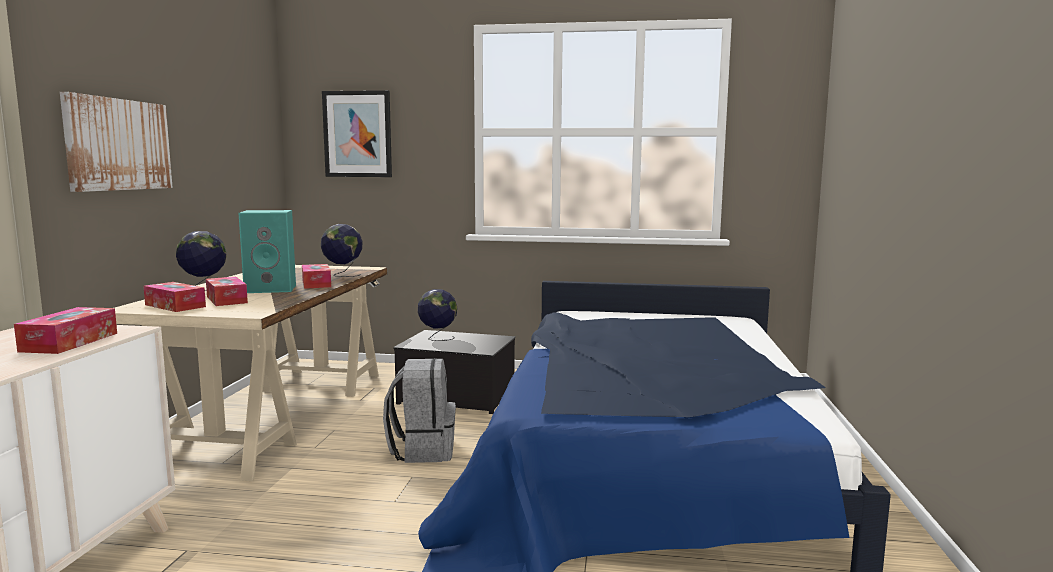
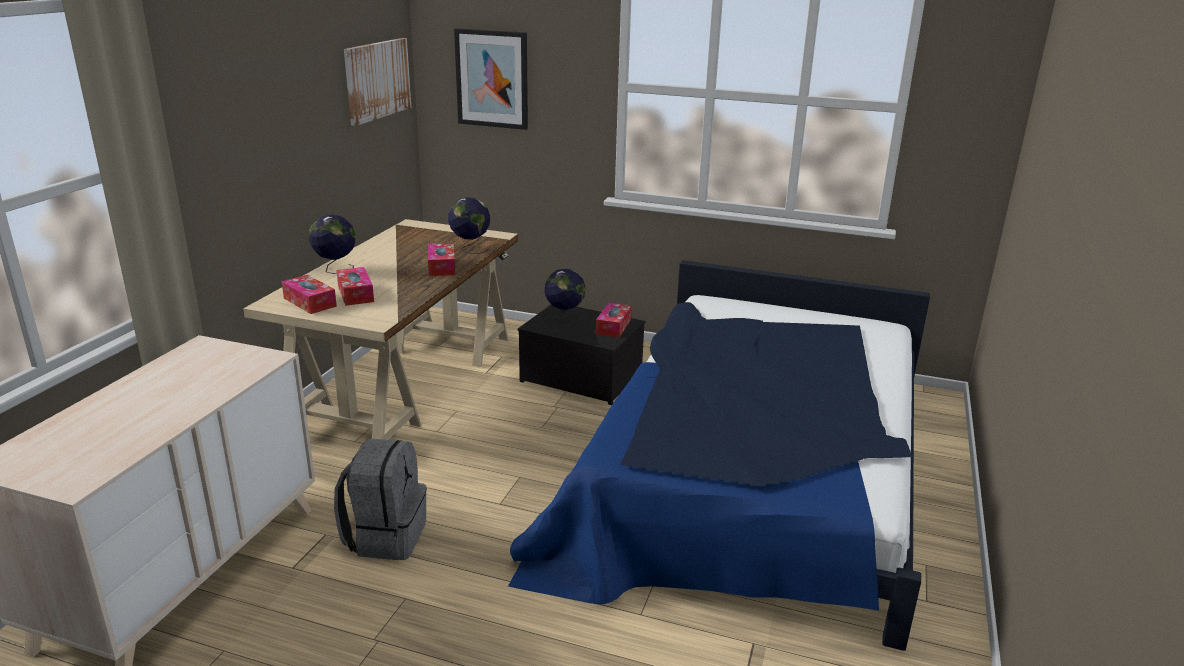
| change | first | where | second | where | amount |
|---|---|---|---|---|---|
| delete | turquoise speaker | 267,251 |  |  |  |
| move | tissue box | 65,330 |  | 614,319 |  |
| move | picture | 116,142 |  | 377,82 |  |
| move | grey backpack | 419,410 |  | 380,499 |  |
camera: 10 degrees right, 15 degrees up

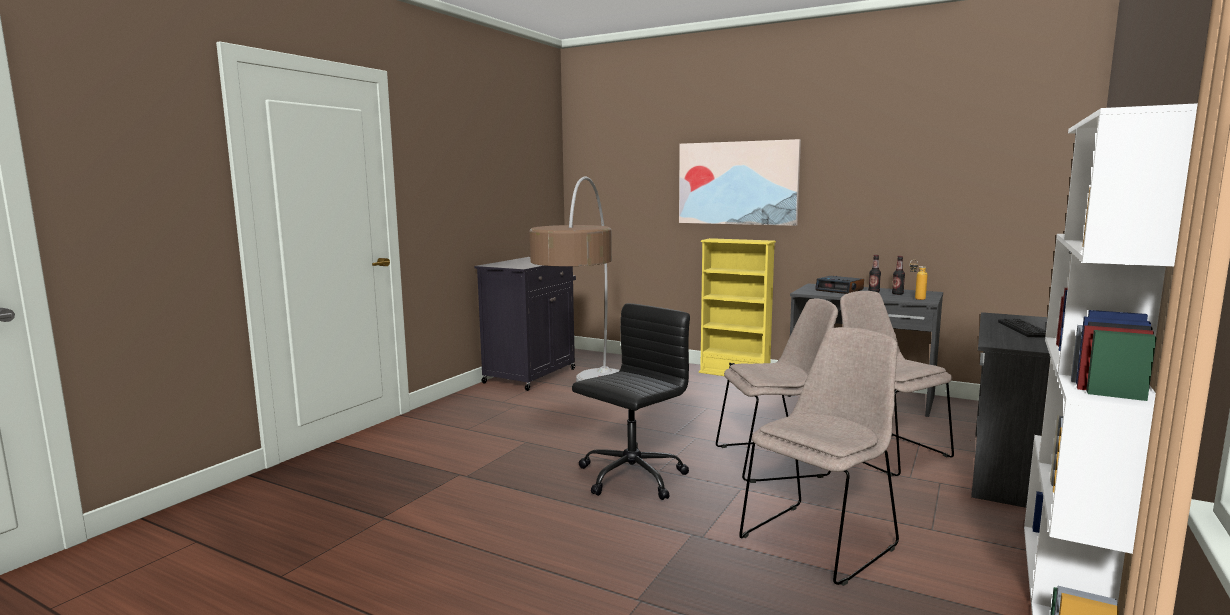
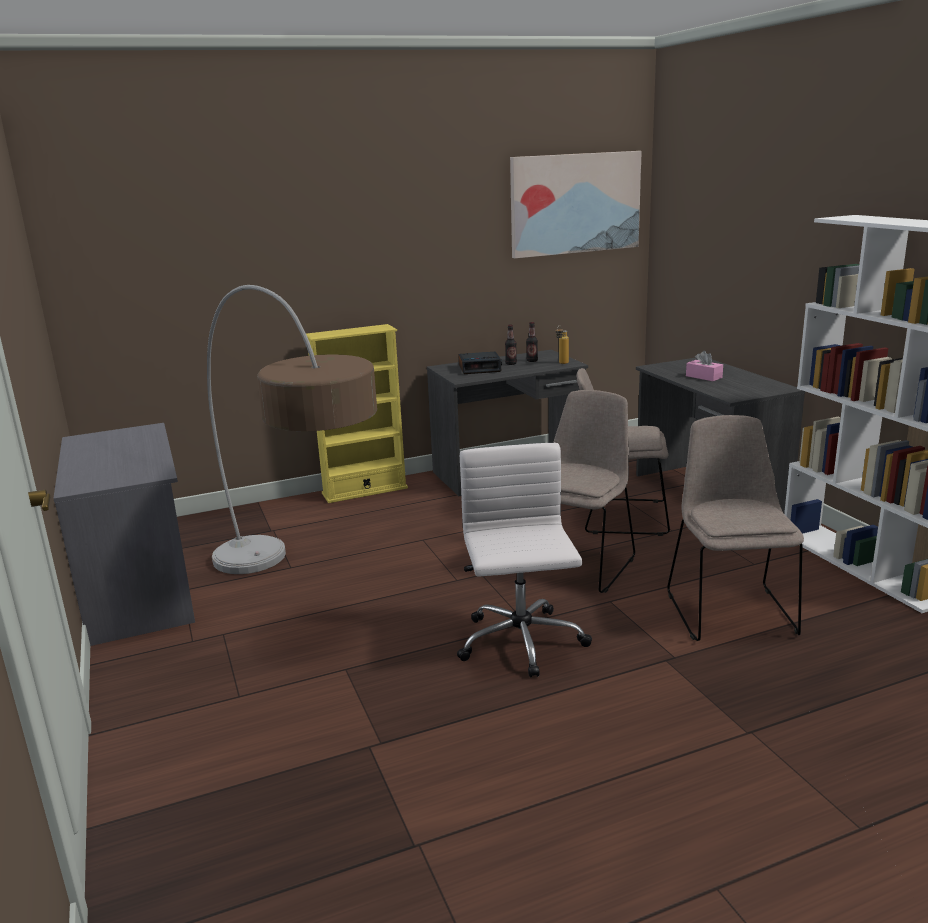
| change | first | where | second | where | amount |
|---|---|---|---|---|---|
| move | picture | 740,182 |  | 576,204 |  |
| replace | black cabinet | 525,324 | grey desk | 124,534 |  |
| replace | keyboard | 1022,328 | pink tissue box | 704,366 |  |
| recolor | black office chair | 631,401 | white office chair | 524,560 |  |
camera: 50 degrees left, 10 degrees up

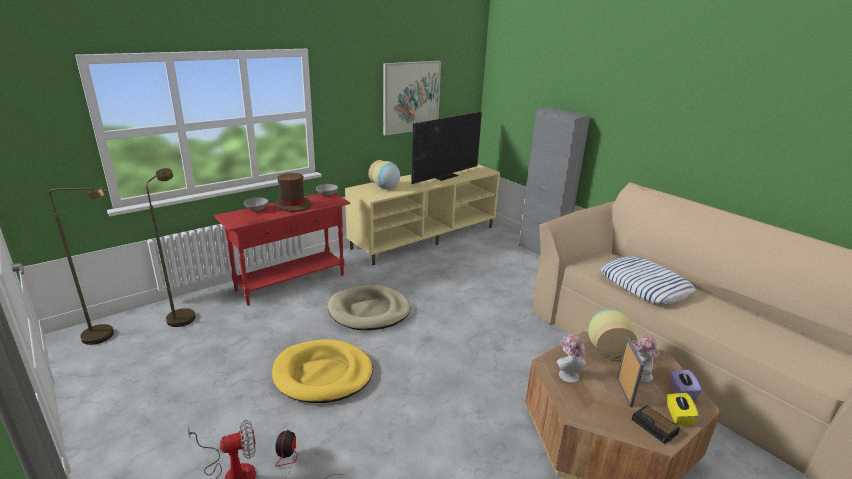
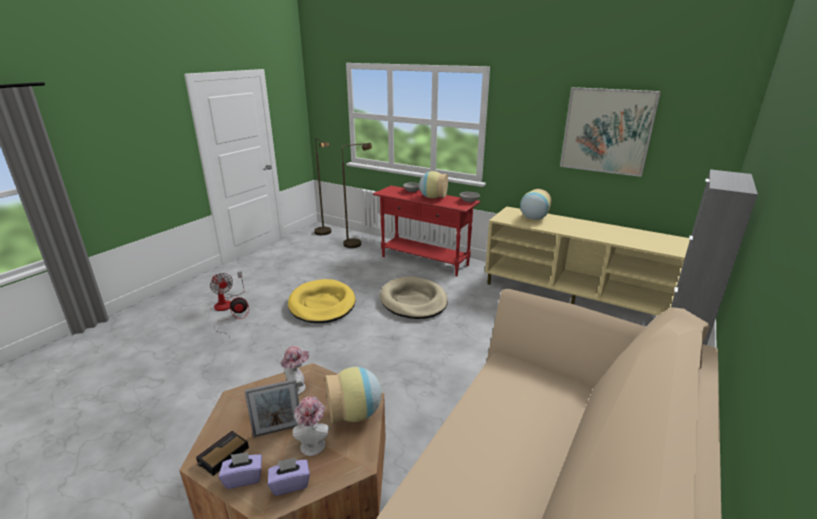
| change | first | where | second | where | amount |
|---|---|---|---|---|---|
| delete | television | 446,148 |  |  |  |
| delete | pillow | 648,280 |  |  |  |
| replace | brown hat | 293,192 | vase | 433,184 |  |
| recolor | yellow tissue box | 683,409 | purple tissue box | 240,470 |  |
camera: 70 degrees right, 0 degrees up

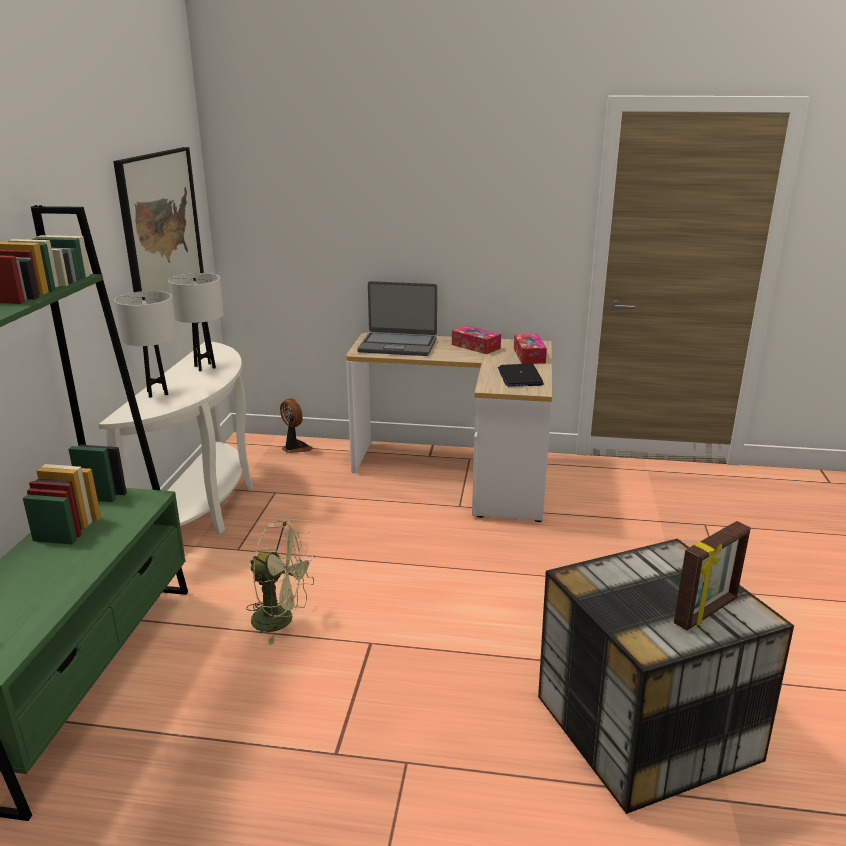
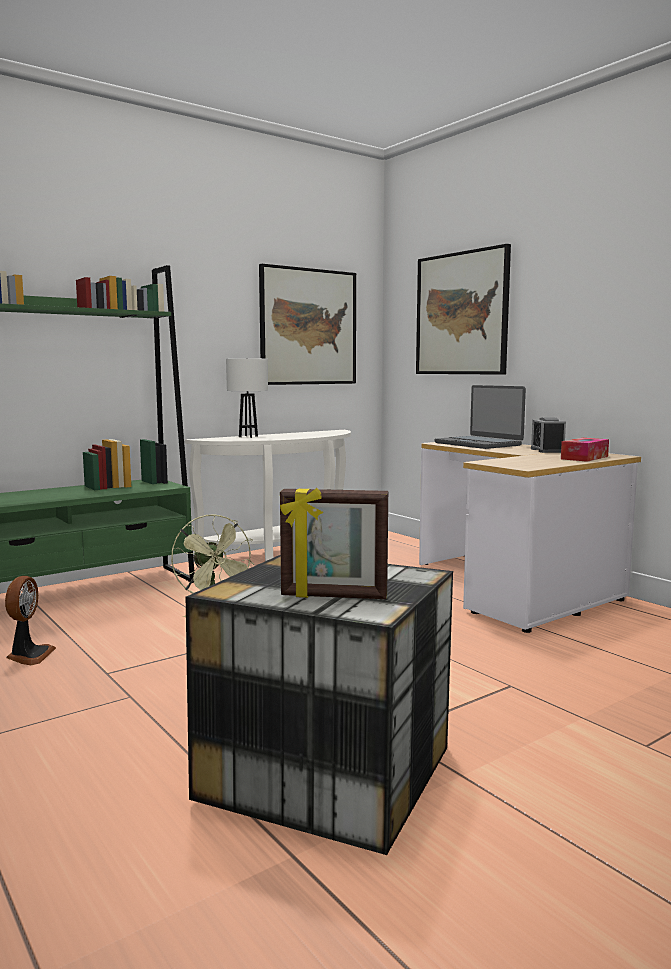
| change | first | where | second | where | amount |
|---|---|---|---|---|---|
| delete | white table lamp | 196,322 |  |  |  |
| delete | laptop | 521,375 |  |  |  |
| insert |  |  | picture | 463,309 |  |
| move | fan | 296,425 |  | 30,620 |  |
| replace | tissue box | 476,339 | alarm clock | 548,435 |  |
camera: 45 degrees right, 15 degrees down

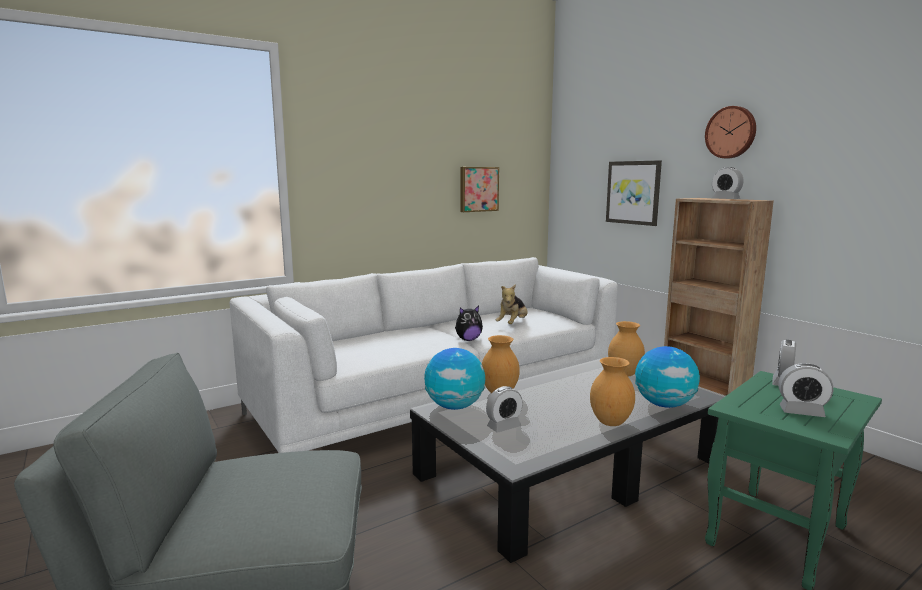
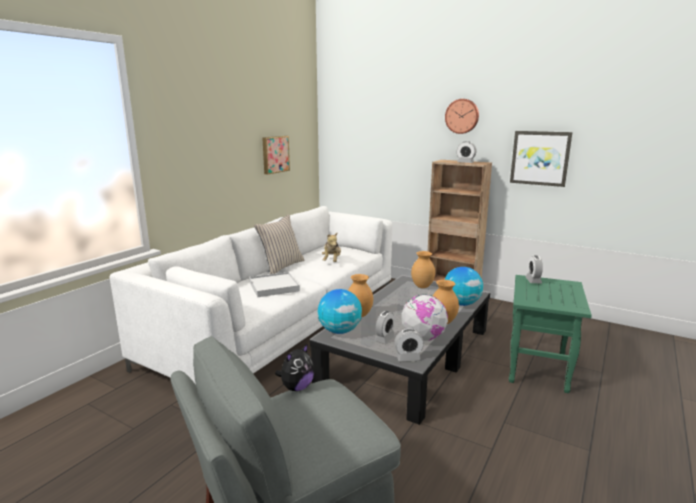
| change | first | where | second | where | amount |
|---|---|---|---|---|---|
| insert |  |  | white tray | 274,284 |  |
| insert |  |  | beige pillow | 279,244 |  |
| insert |  |  | globe | 424,318 |  |
| move | plush toy | 469,323 |  | 295,367 |  |
| move | picture | 634,193 |  | 541,159 |  |
| move | alarm clock | 805,390 |  | 409,345 |  |
camera: 25 degrees left, 5 degrees up

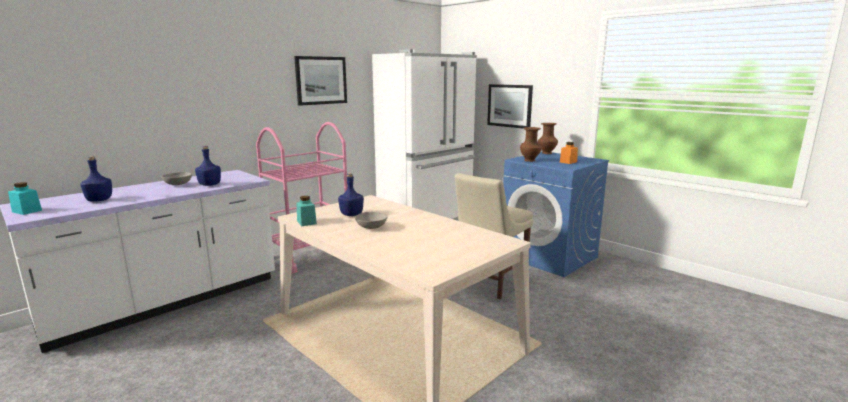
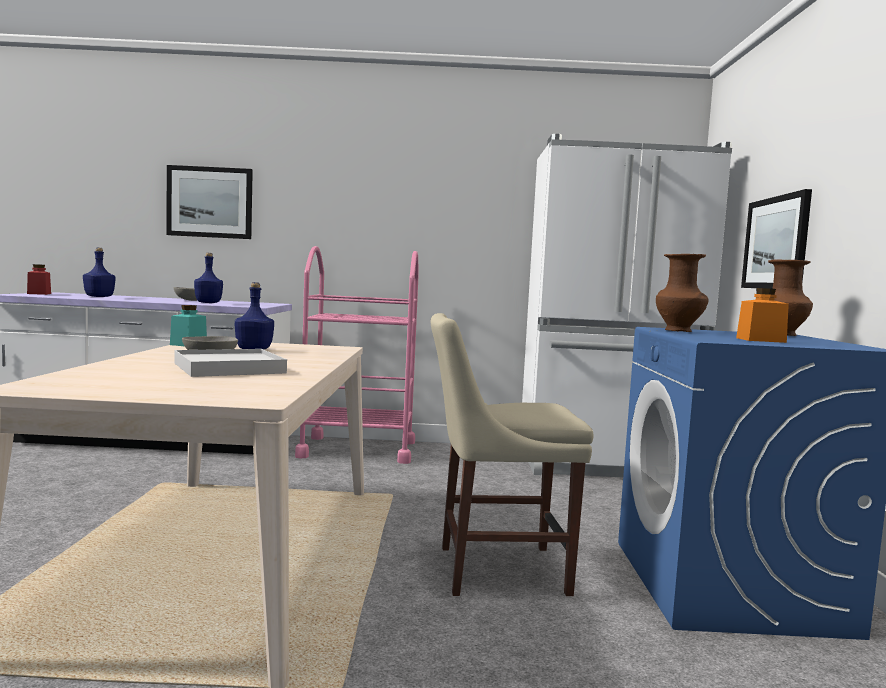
| change | first | where | second | where | amount |
|---|---|---|---|---|---|
| insert |  |  | white tray | 231,363 |  |
| move | picture | 320,81 |  | 209,202 |  |
| recolor | turquoise jar | 25,198 | red jar | 39,279 |  |
camera: 45 degrees right, 10 degrees down

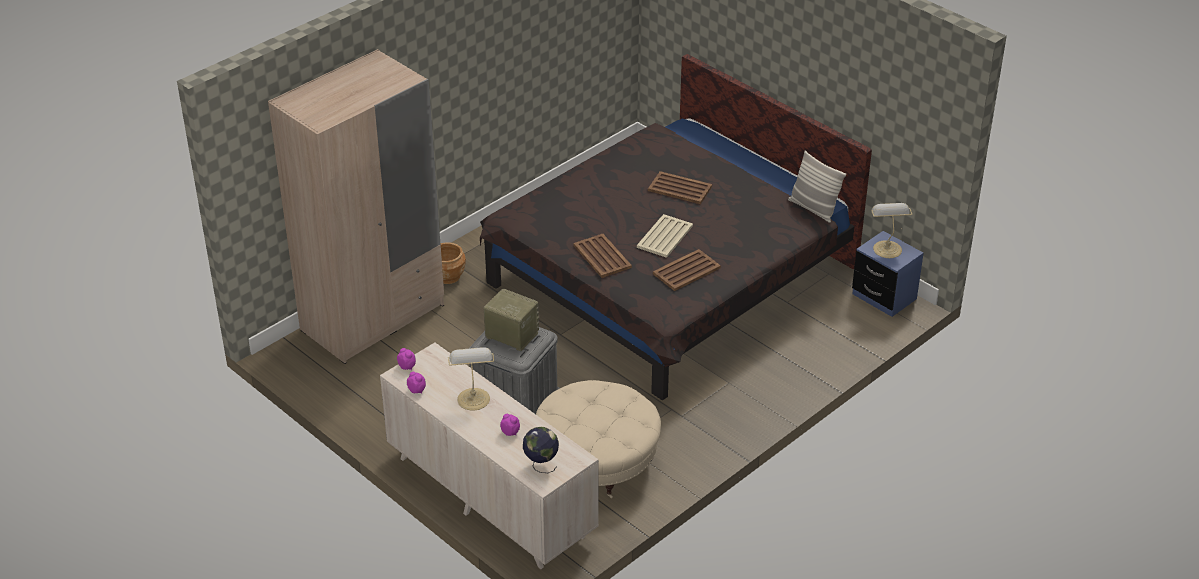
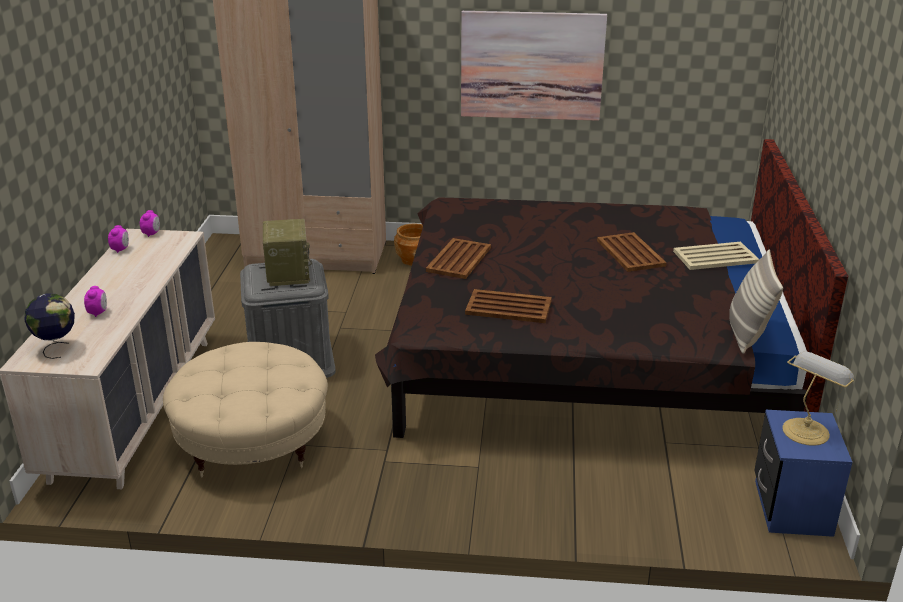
| change | first | where | second | where | amount |
|---|---|---|---|---|---|
| delete | table lamp | 471,379 |  |  |  |
| insert |  |  | picture | 534,66 |  |
| move | beige tray | 665,236 |  | 716,256 |  |
camera: 50 degrees right, 10 degrees down

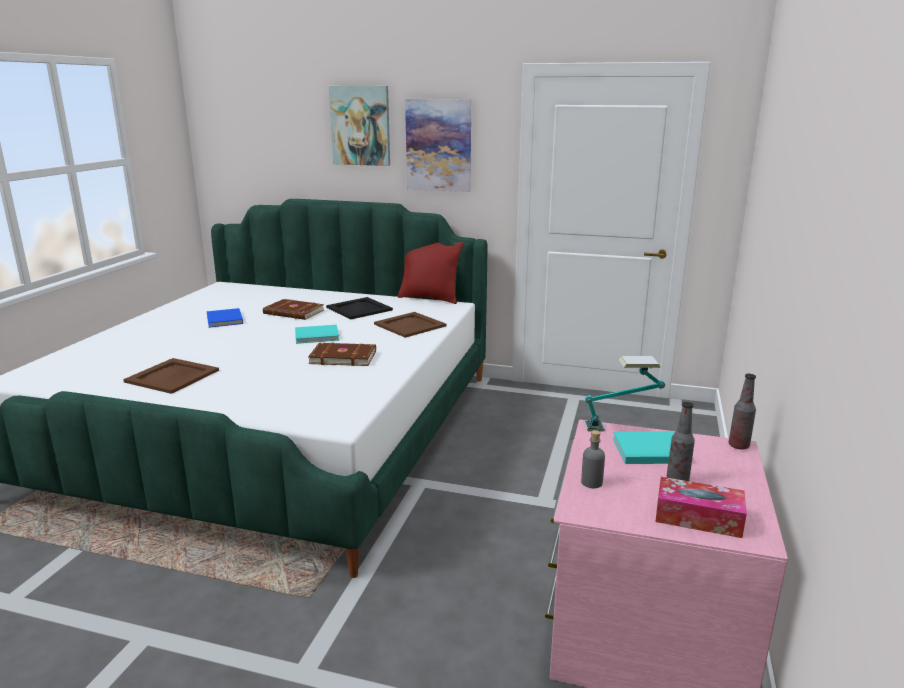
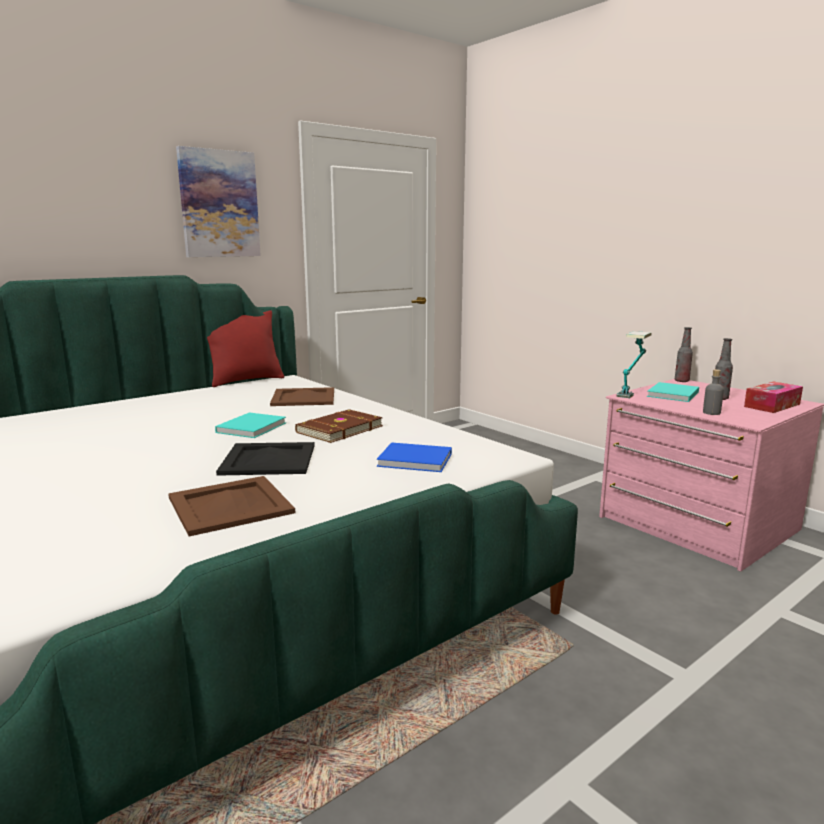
| change | first | where | second | where | amount |
|---|---|---|---|---|---|
| delete | brown book | 293,309 |  |  |  |
| delete | picture | 359,126 |  |  |  |
| move | blue book | 224,318 |  | 414,457 |  |
| move | black tray | 359,308 |  | 265,459 |  |
camera: 55 degrees left, 5 degrees down

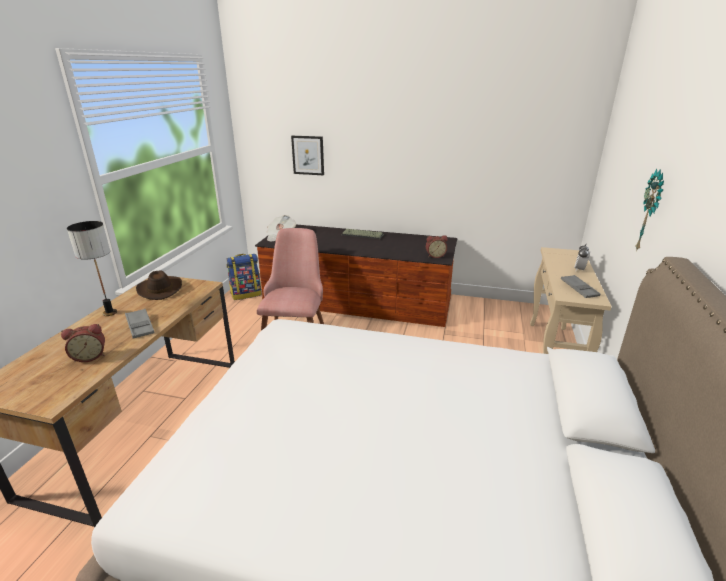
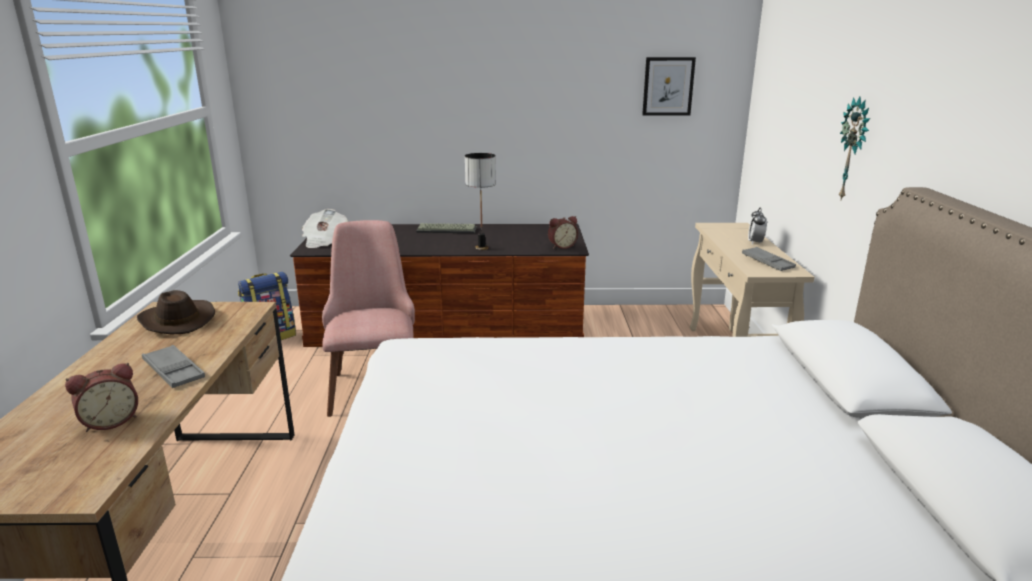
| change | first | where | second | where | amount |
|---|---|---|---|---|---|
| move | table lamp | 92,268 |  | 480,201 |  |
| move | picture | 307,155 |  | 669,86 |  |
camera: 15 degrees left, 5 degrees down

